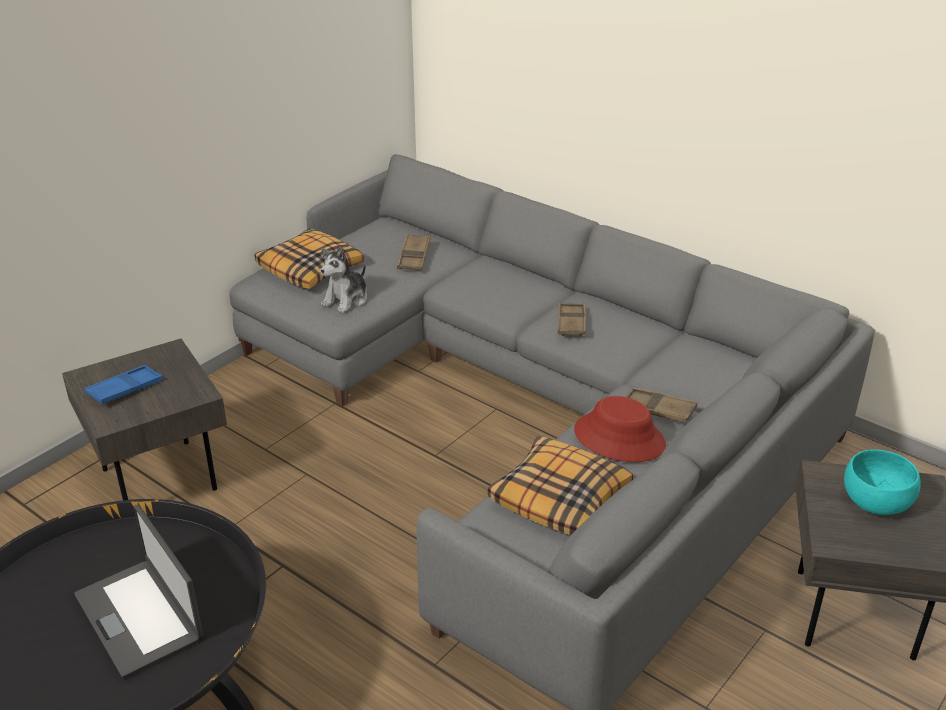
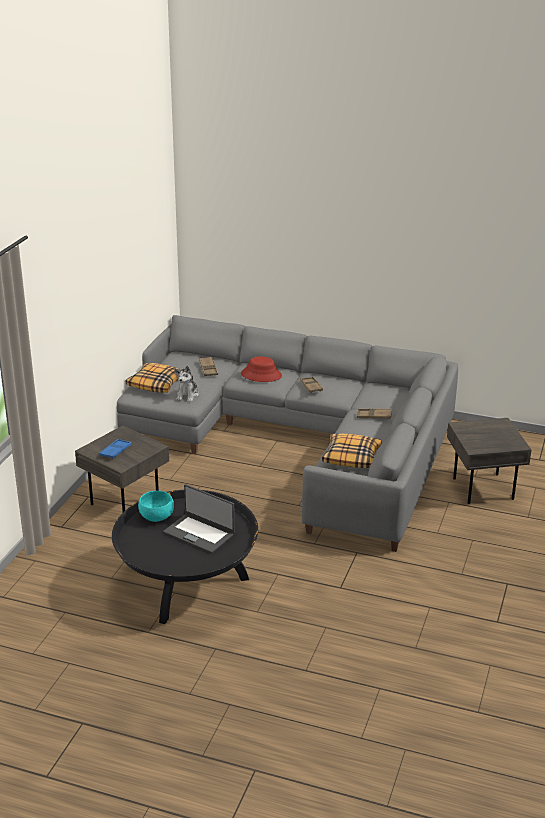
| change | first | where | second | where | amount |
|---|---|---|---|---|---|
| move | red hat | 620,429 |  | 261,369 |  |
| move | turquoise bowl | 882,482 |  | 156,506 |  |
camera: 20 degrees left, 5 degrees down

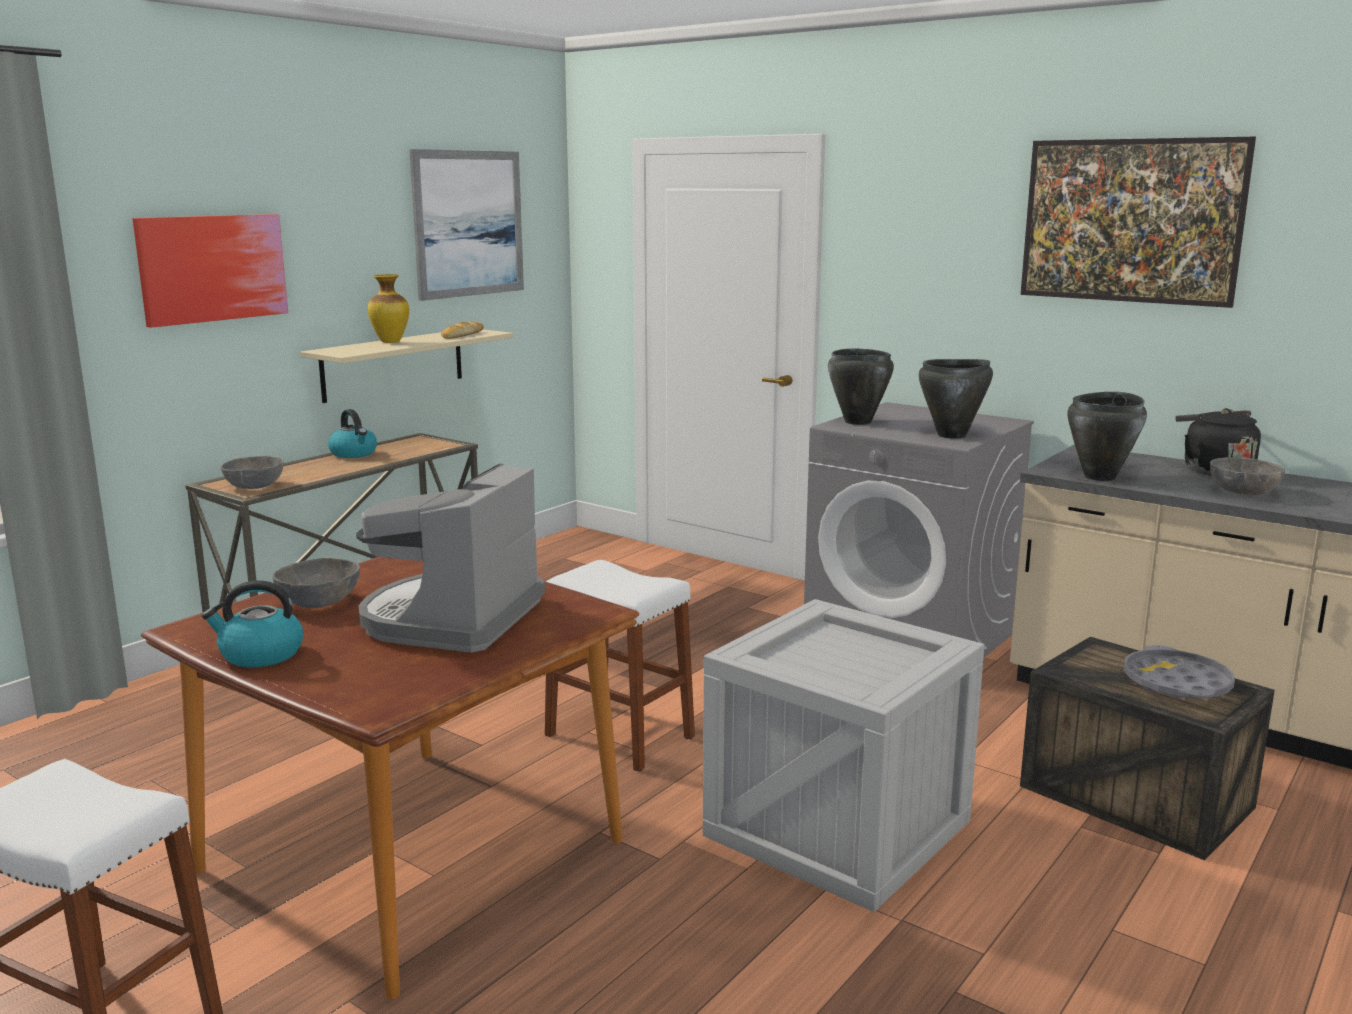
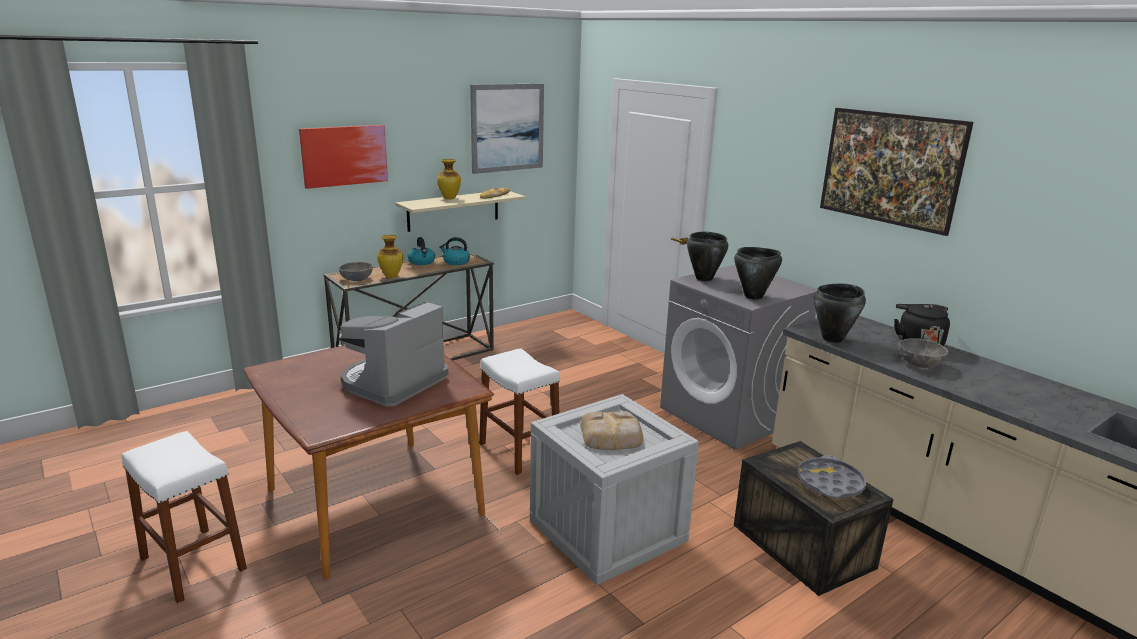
| change | first | where | second | where | amount |
|---|---|---|---|---|---|
| delete | grey bowl | 316,582 |  |  |  |
| insert |  |  | vase | 390,256 |  |
| insert |  |  | bread | 611,430 |  |
| move | kettle | 252,623 |  | 454,251 |  |
camera: 15 degrees right, 5 degrees up

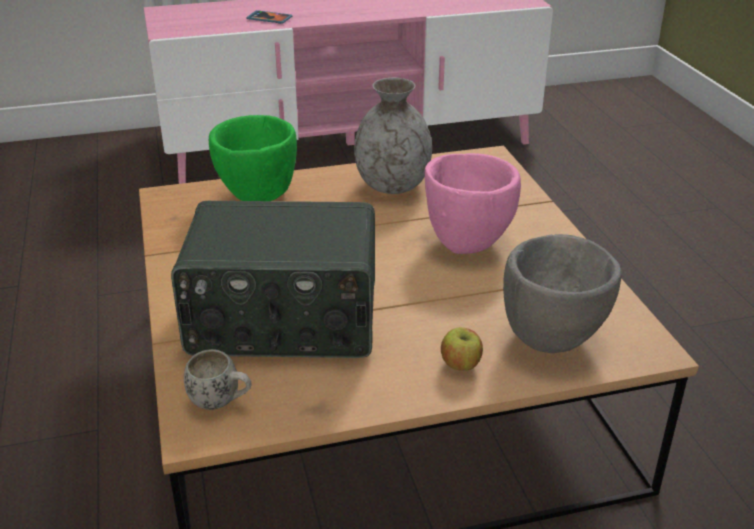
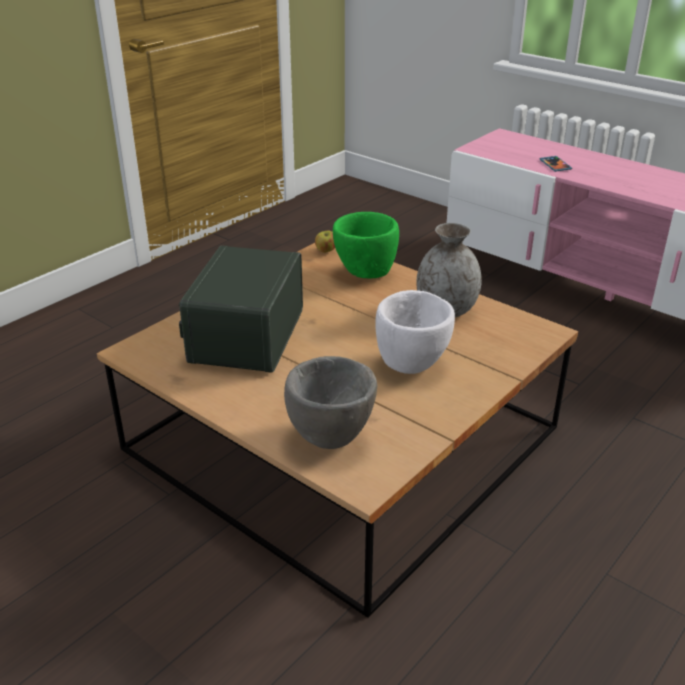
| change | first | where | second | where | amount |
|---|---|---|---|---|---|
| delete | white mug | 217,379 |  |  |  |
| move | apple | 462,349 |  | 325,242 |  |
| recolor | pink bowl | 473,203 | white bowl | 415,332 |  |
| rotate | radio | 273,279 |  | 241,309 | 45 degrees clockwise |
camera: 55 degrees right, 0 degrees up

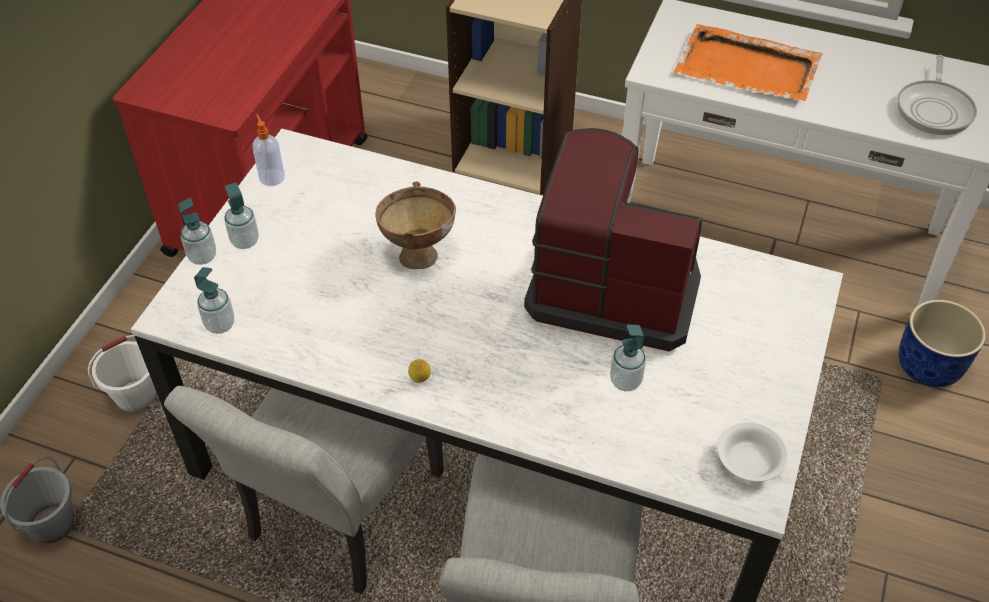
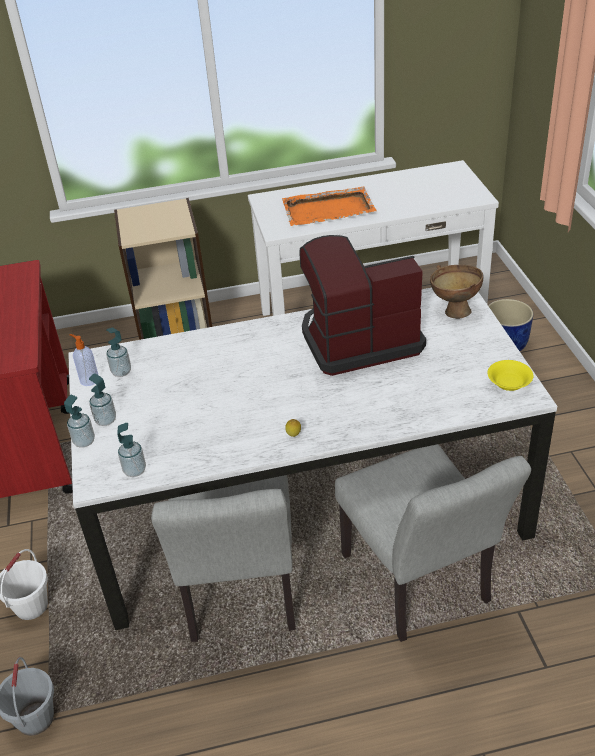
| change | first | where | second | where | amount |
|---|---|---|---|---|---|
| delete | frying pan | 937,95 |  |  |  |
| move | brown bowl | 415,225 |  | 457,292 |  |
| move | soap dispenser | 628,358 |  | 118,352 |  |
| recolor | white bowl | 752,452 | yellow bowl | 510,375 |  |
camera: 30 degrees left, 10 degrees down

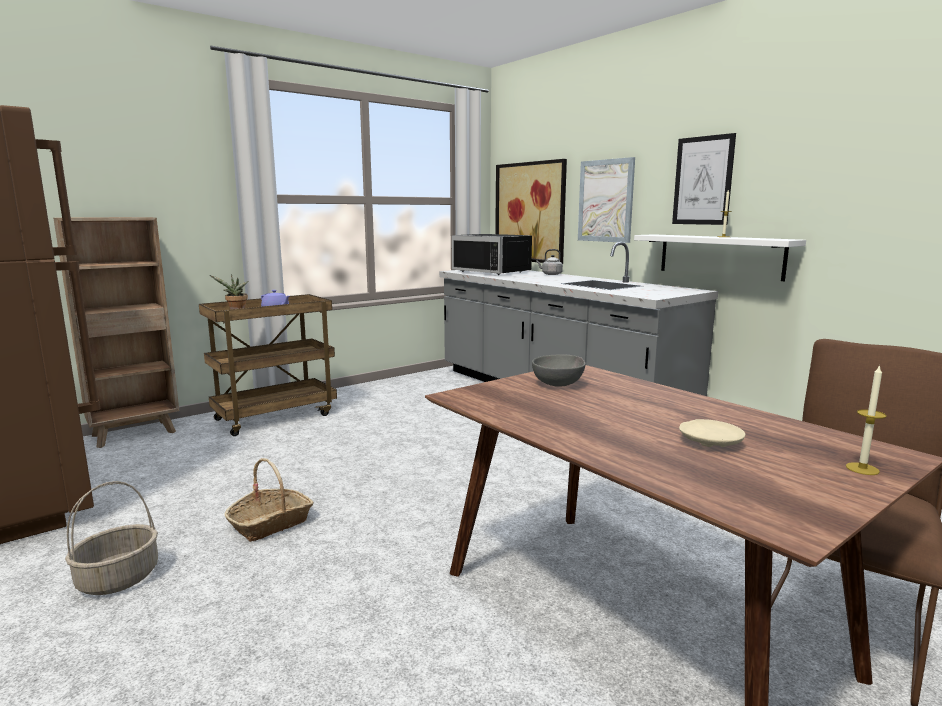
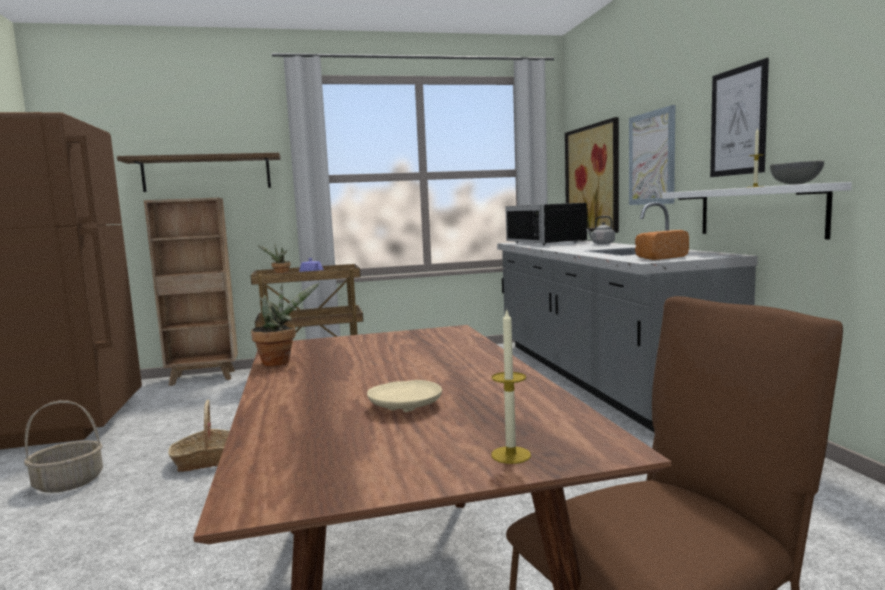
| change | first | where | second | where | amount |
|---|---|---|---|---|---|
| insert |  |  | shelf | 199,172 |  |
| insert |  |  | potted plant | 285,324 |  |
| insert |  |  | bread | 662,245 |  |
| move | grey bowl | 559,370 |  | 797,172 |  |
camera: 25 degrees right, 5 degrees down

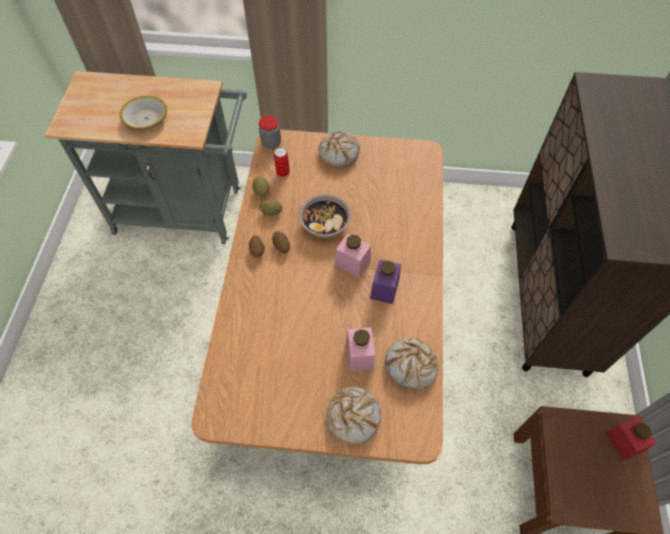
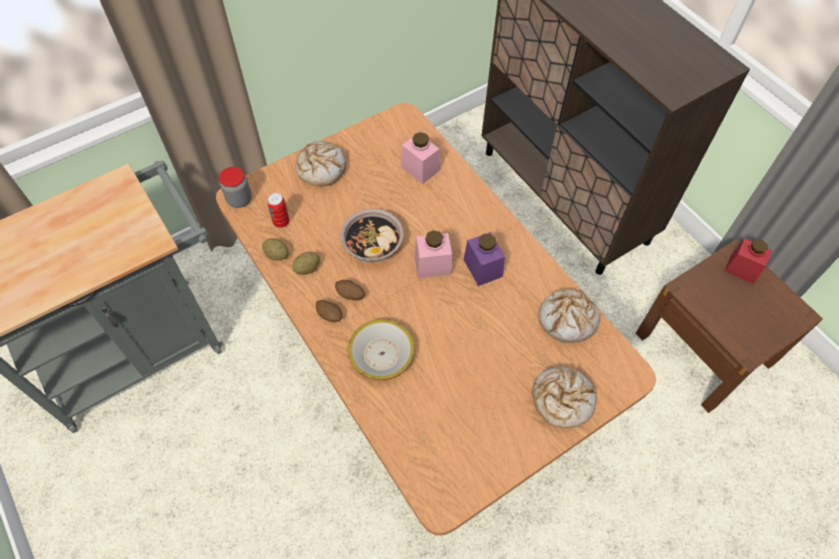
| change | first | where | second | where | amount |
|---|---|---|---|---|---|
| move | bowl | 143,113 |  | 381,349 |  |
| move | pink jar | 360,349 |  | 420,158 |  |
camera: 40 degrees left, 0 degrees up

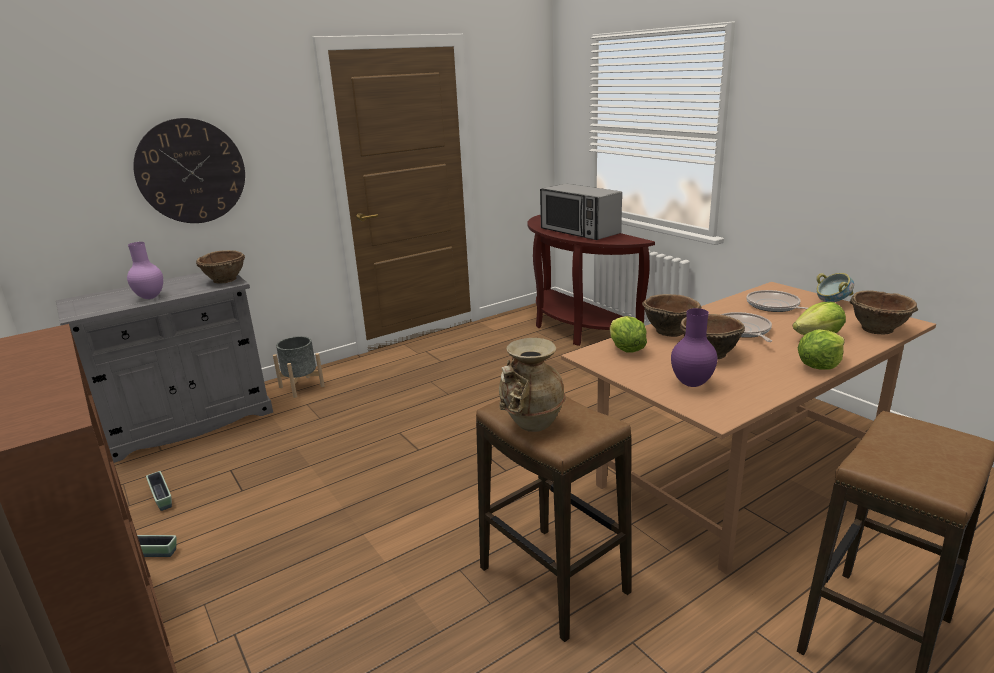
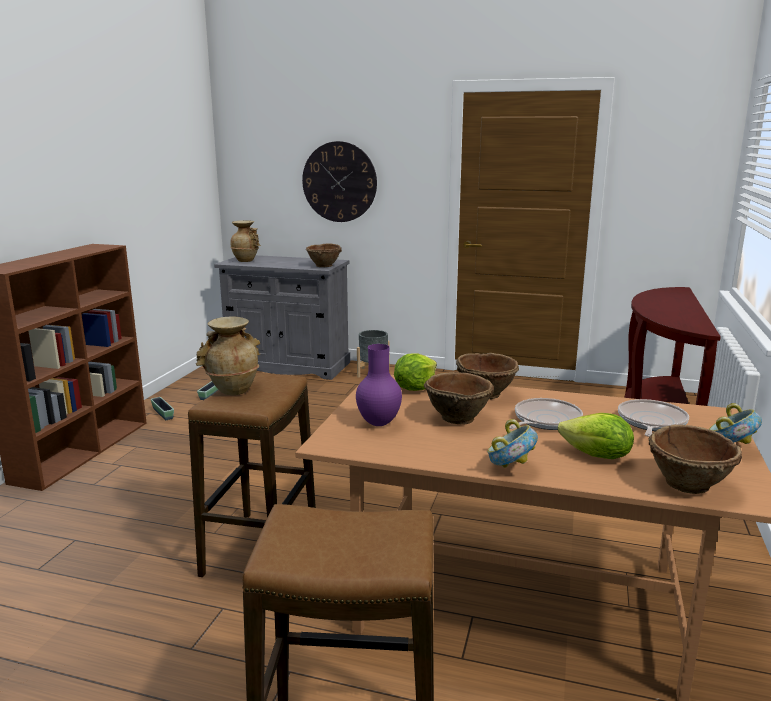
| change | first | where | second | where | amount |
|---|---|---|---|---|---|
| delete | purple vase | 145,270 |  |  |  |
| delete | microwave | 581,212 |  |  |  |
| insert |  |  | beige vase | 245,241 |  |
| replace | lettuce | 821,349 | bowl | 512,443 |  |
camera: 50 degrees right, 5 degrees down

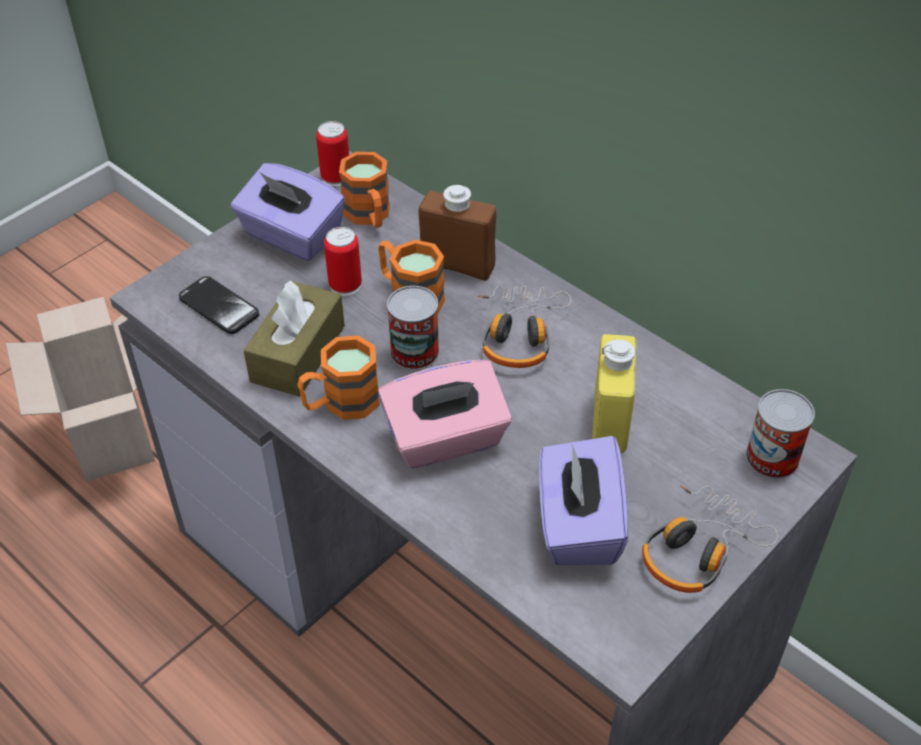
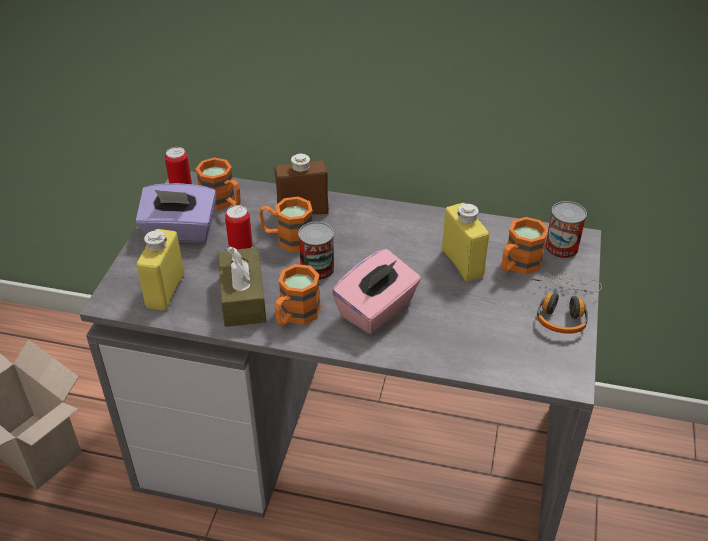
| change | first | where | second | where | amount |
|---|---|---|---|---|---|
| delete | headphones | 525,327 |  |  |  |
| delete | purple tissue box | 584,500 |  |  |  |
| insert |  |  | orange mug | 525,245 |  |
| replace | phone | 219,305 | yellow bottle | 160,270 |  |
camera: 30 degrees left, 5 degrees down

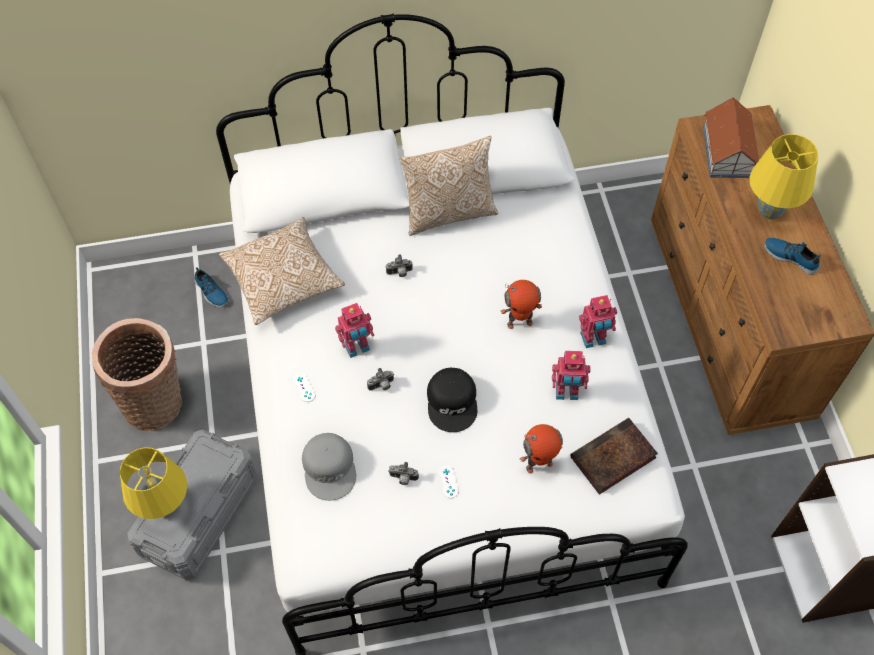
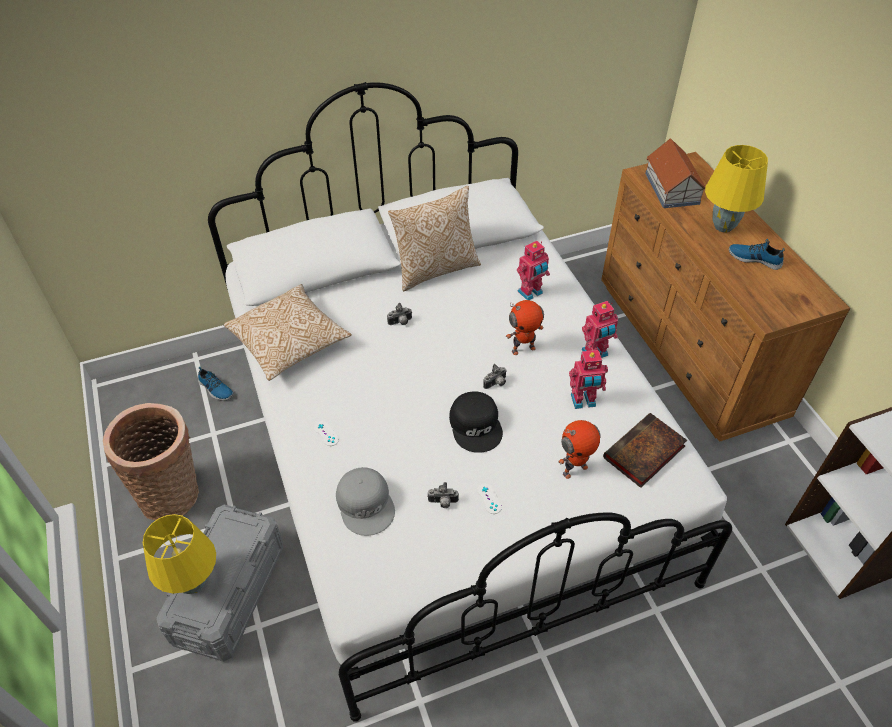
| change | first | where | second | where | amount |
|---|---|---|---|---|---|
| move | toy robot | 354,330 |  | 533,270 |  |
| move | photo camera | 380,379 |  | 495,376 |  |
camera: 10 degrees left, 10 degrees down

